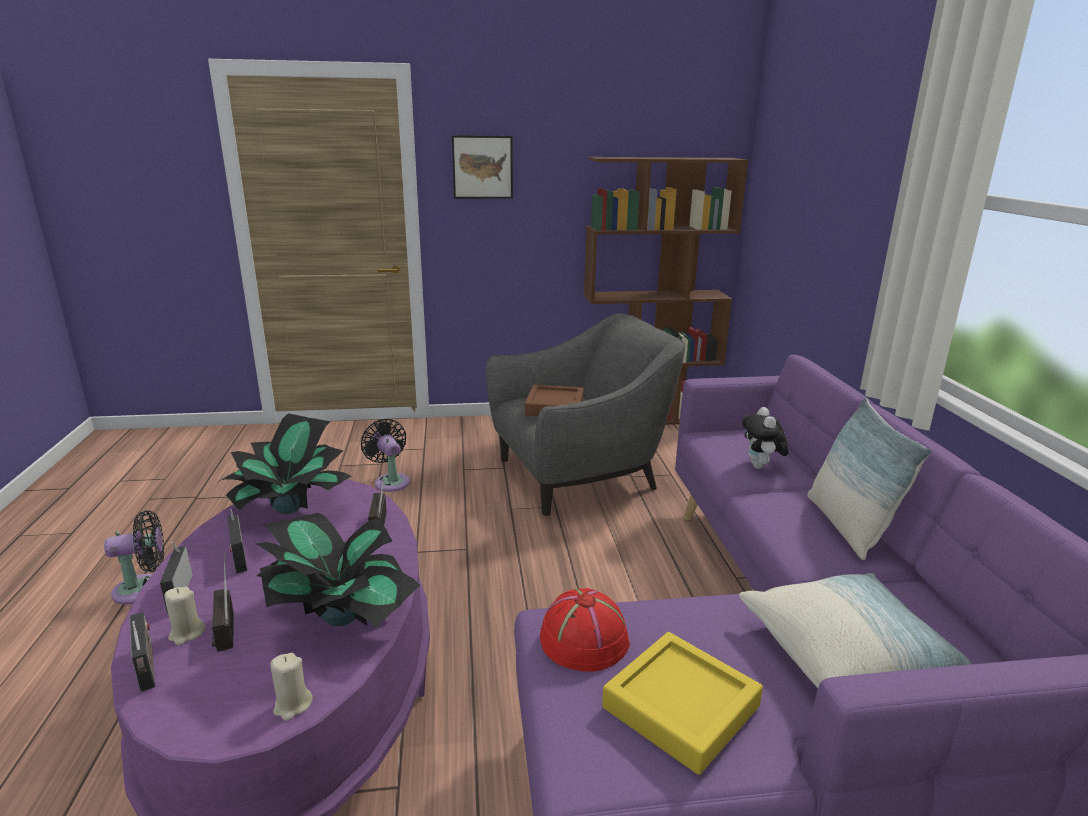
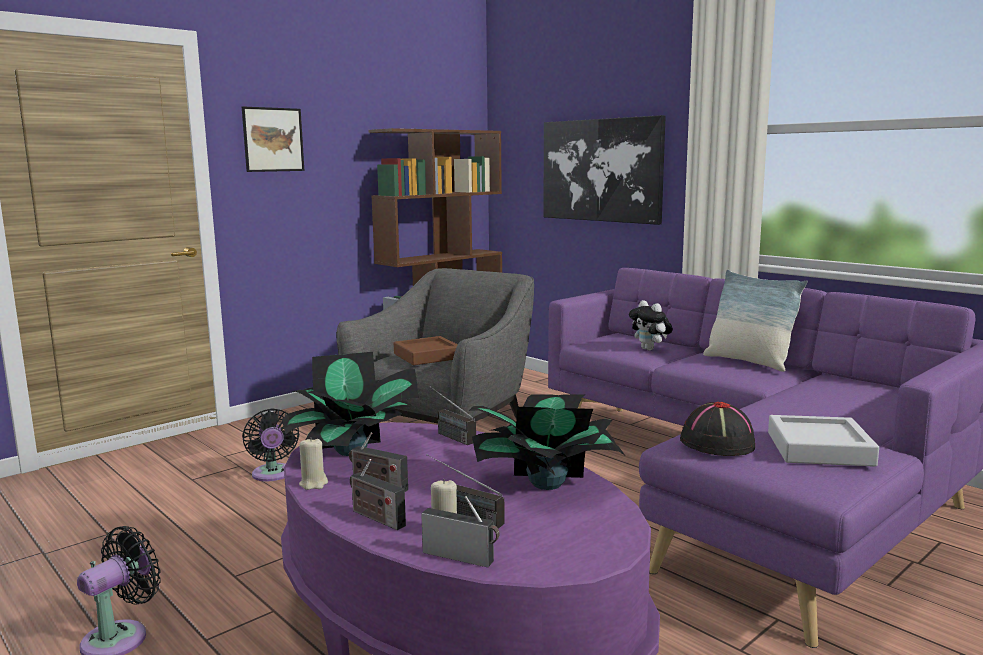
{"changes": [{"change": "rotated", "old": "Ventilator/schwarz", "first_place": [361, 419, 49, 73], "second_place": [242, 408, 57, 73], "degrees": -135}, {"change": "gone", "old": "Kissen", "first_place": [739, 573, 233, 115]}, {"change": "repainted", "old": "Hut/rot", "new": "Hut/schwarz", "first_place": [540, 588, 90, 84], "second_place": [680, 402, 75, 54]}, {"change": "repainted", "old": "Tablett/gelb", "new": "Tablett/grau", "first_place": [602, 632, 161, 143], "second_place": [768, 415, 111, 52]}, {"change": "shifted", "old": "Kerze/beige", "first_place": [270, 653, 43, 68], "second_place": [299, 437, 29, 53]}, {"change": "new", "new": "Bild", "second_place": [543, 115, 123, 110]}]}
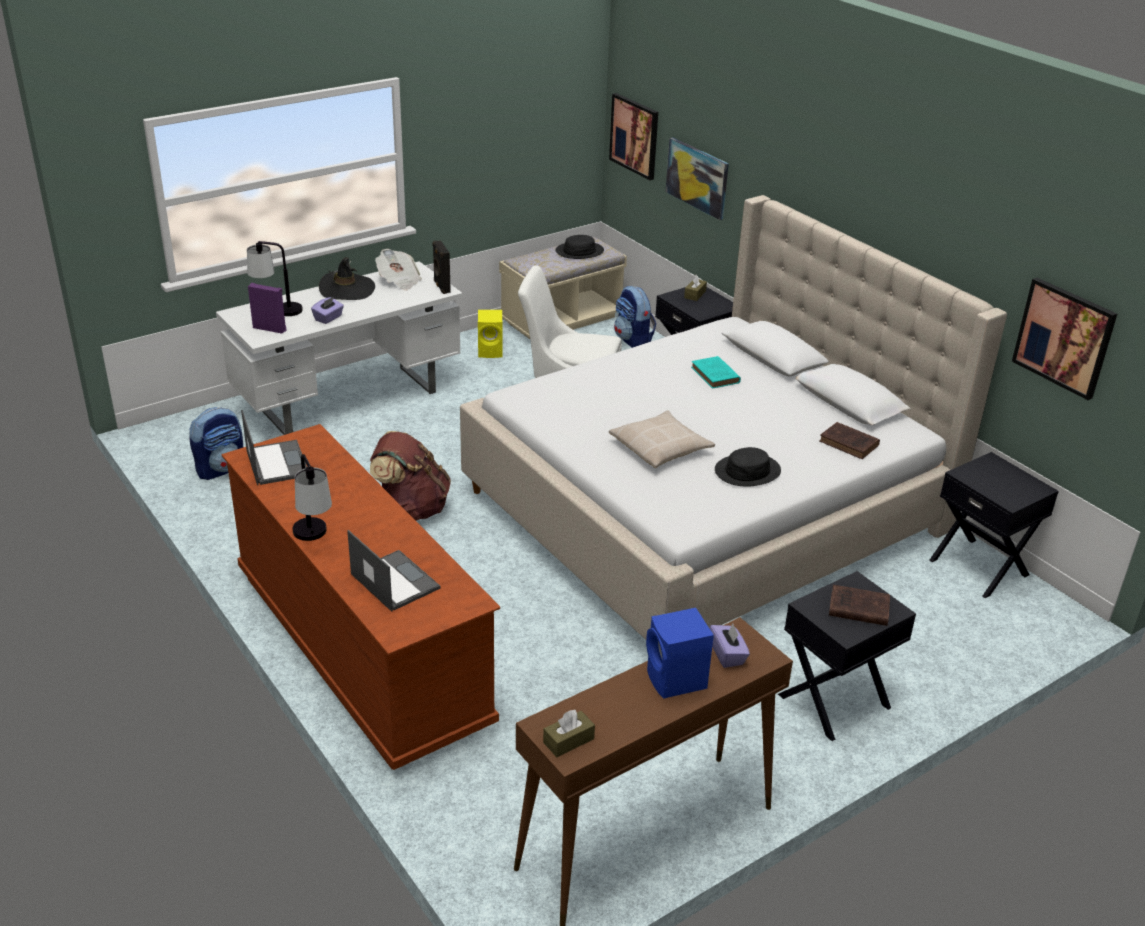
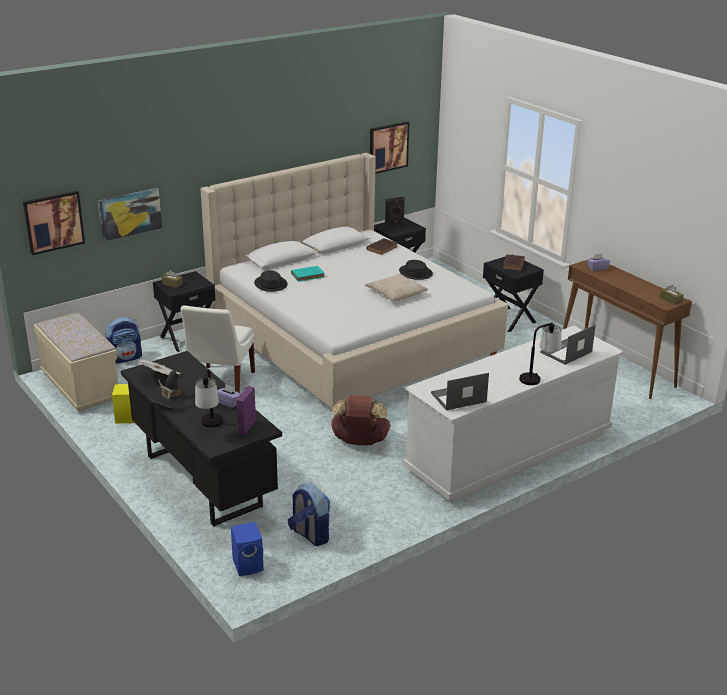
{"changes": [{"change": "shifted", "old": "Hut/schwarz", "first_place": [555, 235, 49, 24], "second_place": [254, 271, 33, 21]}, {"change": "shifted", "old": "Lautsprecher/schwarz", "first_place": [432, 241, 19, 53], "second_place": [385, 197, 20, 28]}, {"change": "repainted", "old": "Schreibtisch/weiß", "new": "Schreibtisch/schwarz", "first_place": [216, 261, 247, 174], "second_place": [121, 351, 161, 176]}, {"change": "repainted", "old": "Kommode/braun", "new": "Kommode/weiß", "first_place": [222, 424, 278, 346], "second_place": [403, 326, 221, 177]}, {"change": "shifted", "old": "Lautsprecher/blau", "first_place": [646, 608, 68, 91], "second_place": [231, 522, 33, 54]}]}
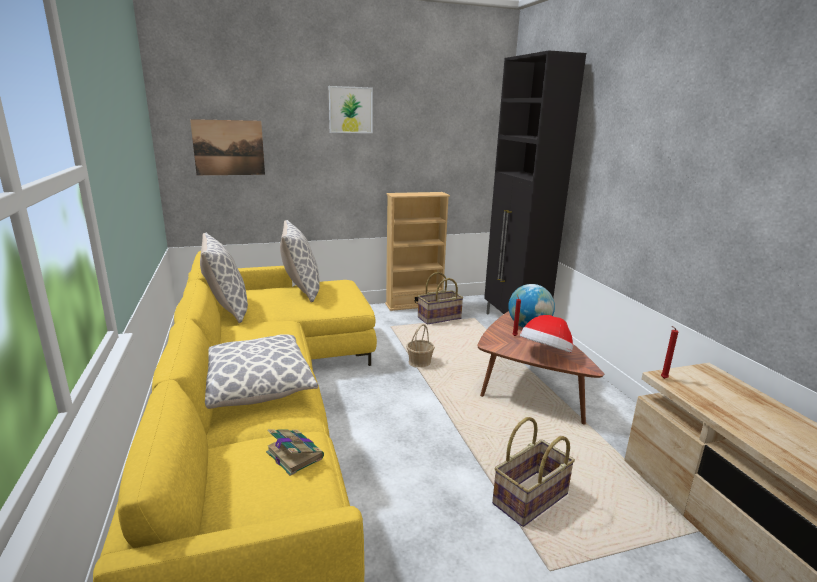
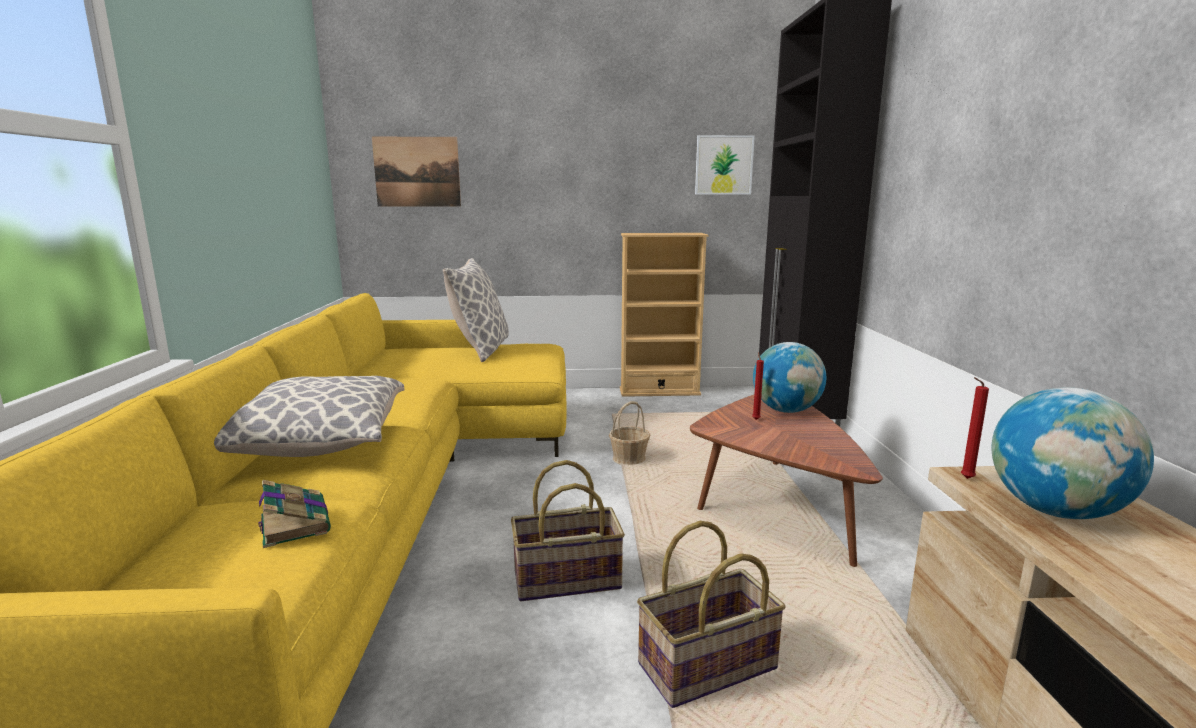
{"changes": [{"change": "shifted", "old": "Bild", "first_place": [329, 86, 44, 47], "second_place": [695, 135, 60, 59]}, {"change": "gone", "old": "Kissen", "first_place": [200, 233, 48, 90]}, {"change": "shifted", "old": "Korb", "first_place": [418, 272, 45, 53], "second_place": [511, 460, 114, 141]}, {"change": "gone", "old": "Hut", "first_place": [520, 315, 53, 38]}, {"change": "new", "new": "Globus", "second_place": [991, 388, 163, 131]}]}
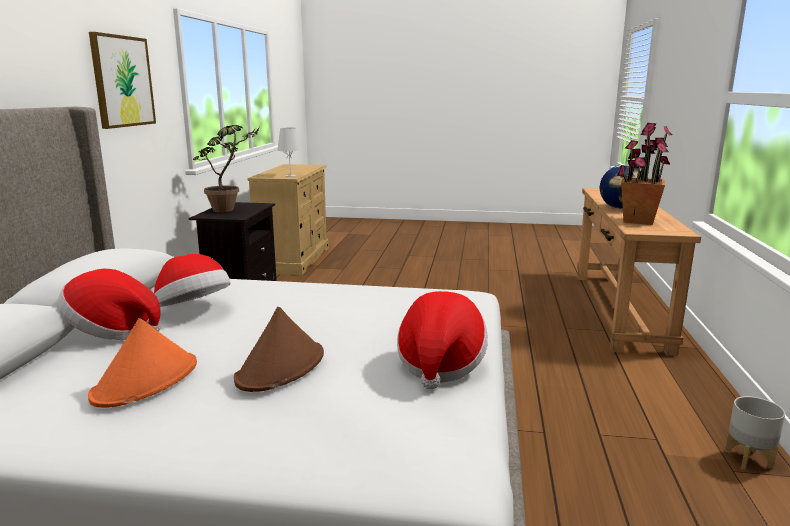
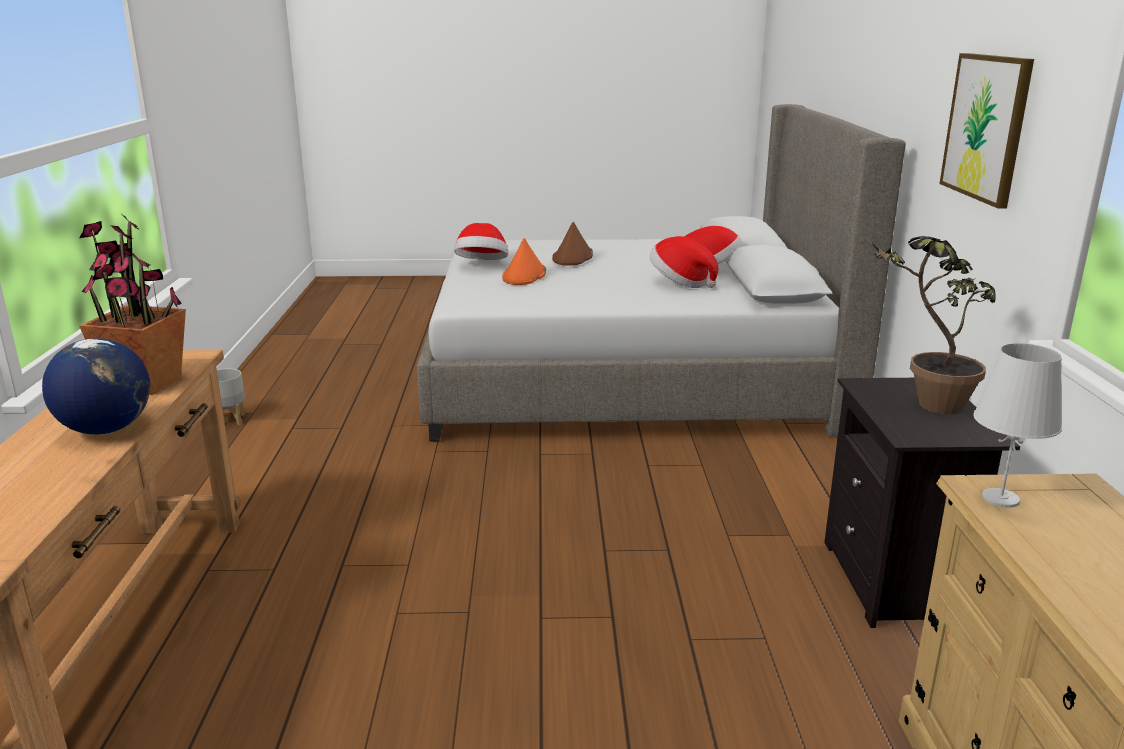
{"changes": [{"change": "shifted", "old": "Hut/orange", "first_place": [88, 318, 109, 90], "second_place": [502, 238, 44, 47]}]}
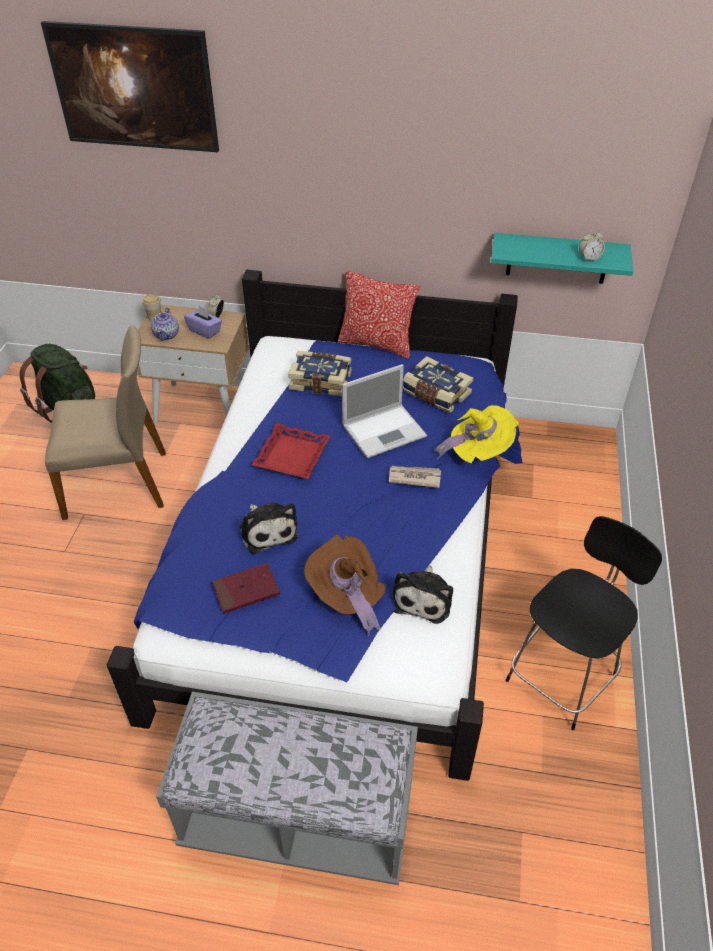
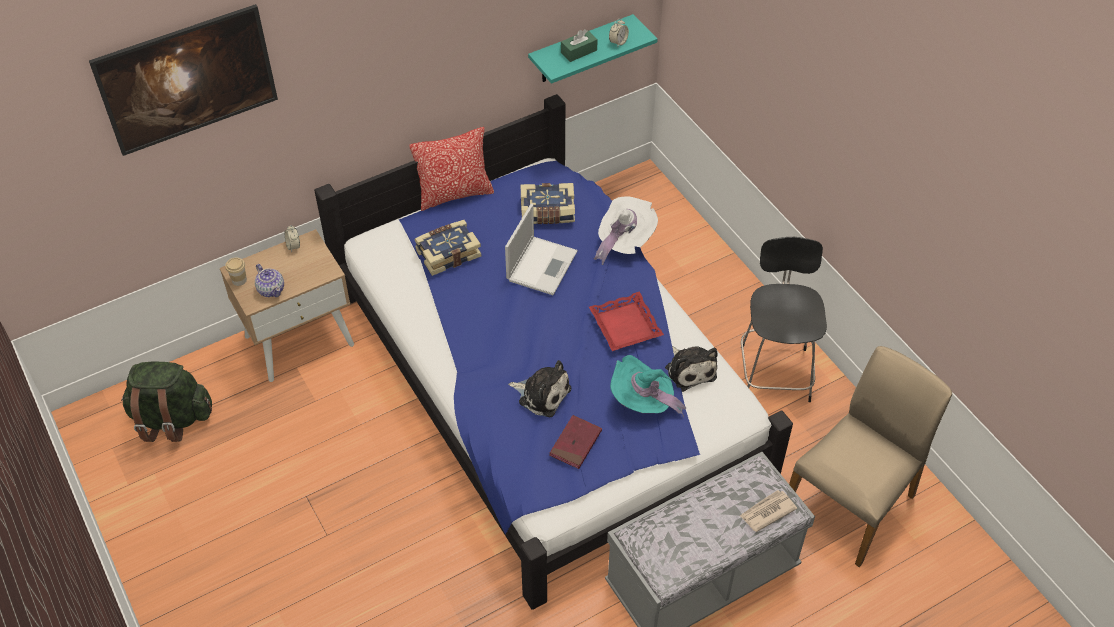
{"changes": [{"change": "gone", "old": "Taschentuchbox/lila", "first_place": [184, 306, 38, 33]}, {"change": "shifted", "old": "Stuhl/beige", "first_place": [45, 325, 121, 195], "second_place": [789, 346, 163, 221]}, {"change": "repainted", "old": "Hut/gelb", "new": "Hut/weiß", "first_place": [435, 405, 84, 58], "second_place": [594, 196, 64, 69]}, {"change": "shifted", "old": "Tablett/rot", "first_place": [252, 423, 78, 56], "second_place": [589, 292, 75, 59]}, {"change": "shifted", "old": "Zeitung", "first_place": [389, 466, 52, 22], "second_place": [740, 490, 57, 42]}, {"change": "repainted", "old": "Hut/braun", "new": "Hut/türkis", "first_place": [304, 534, 82, 102], "second_place": [610, 355, 76, 63]}, {"change": "new", "new": "Taschentuchbox/grün", "second_place": [561, 29, 37, 33]}]}
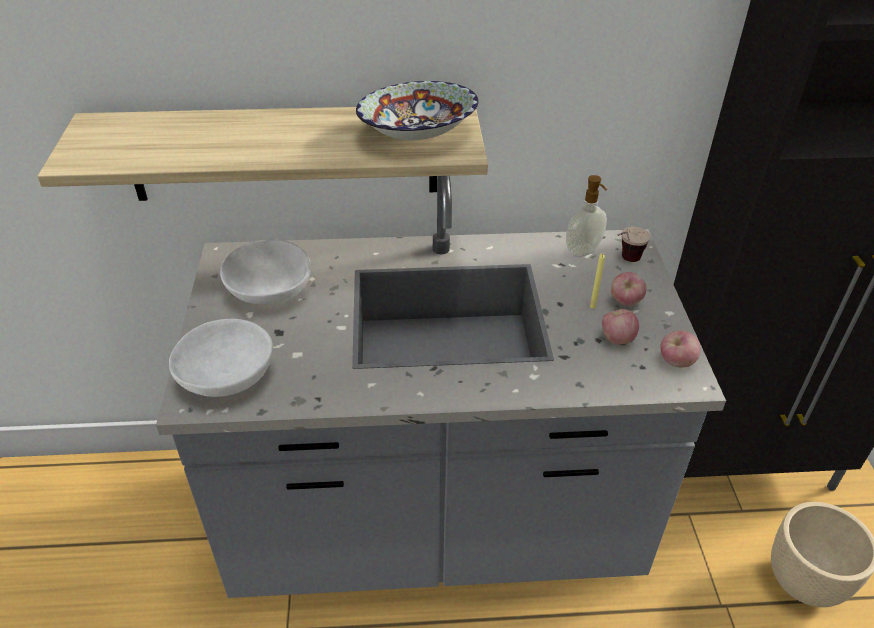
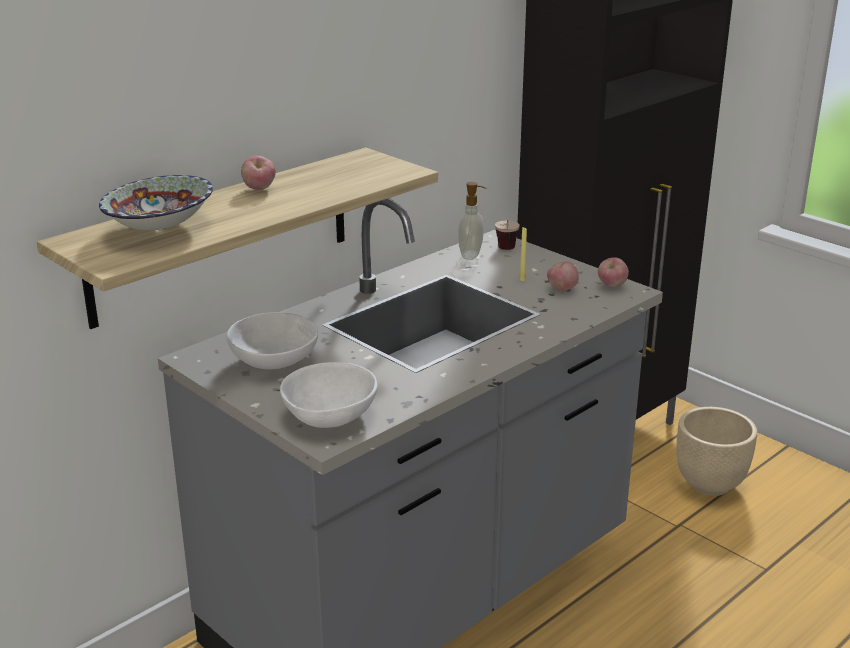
{"changes": [{"change": "shifted", "old": "Schüssel", "first_place": [356, 81, 122, 59], "second_place": [99, 175, 114, 55]}, {"change": "shifted", "old": "Apfel", "first_place": [611, 272, 35, 34], "second_place": [241, 156, 35, 34]}]}
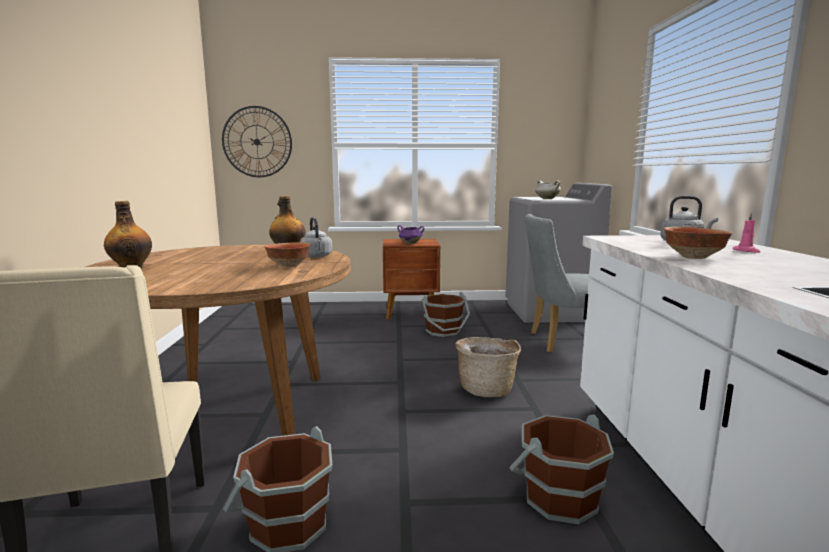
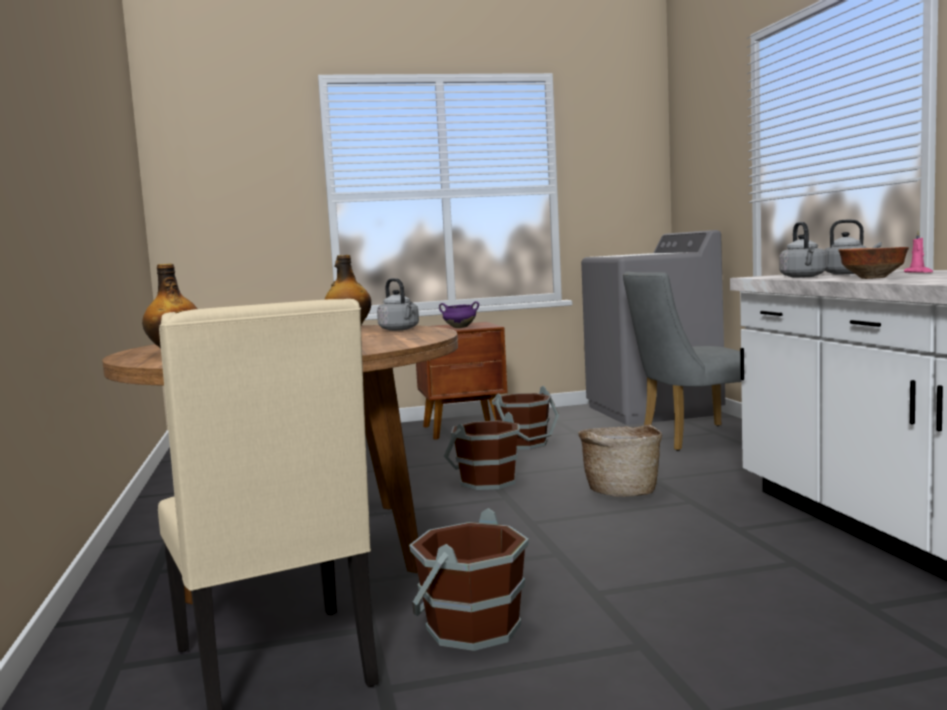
{"changes": [{"change": "gone", "old": "Wanduhr", "first_place": [222, 106, 70, 71]}, {"change": "gone", "old": "Kochtopf/weiß", "first_place": [535, 180, 26, 19]}, {"change": "gone", "old": "Schüssel", "first_place": [265, 242, 46, 25]}, {"change": "shifted", "old": "Eimer/braun", "first_place": [509, 415, 105, 109], "second_place": [444, 412, 76, 78]}, {"change": "new", "new": "Wasserkessel/grau", "second_place": [779, 222, 48, 56]}]}
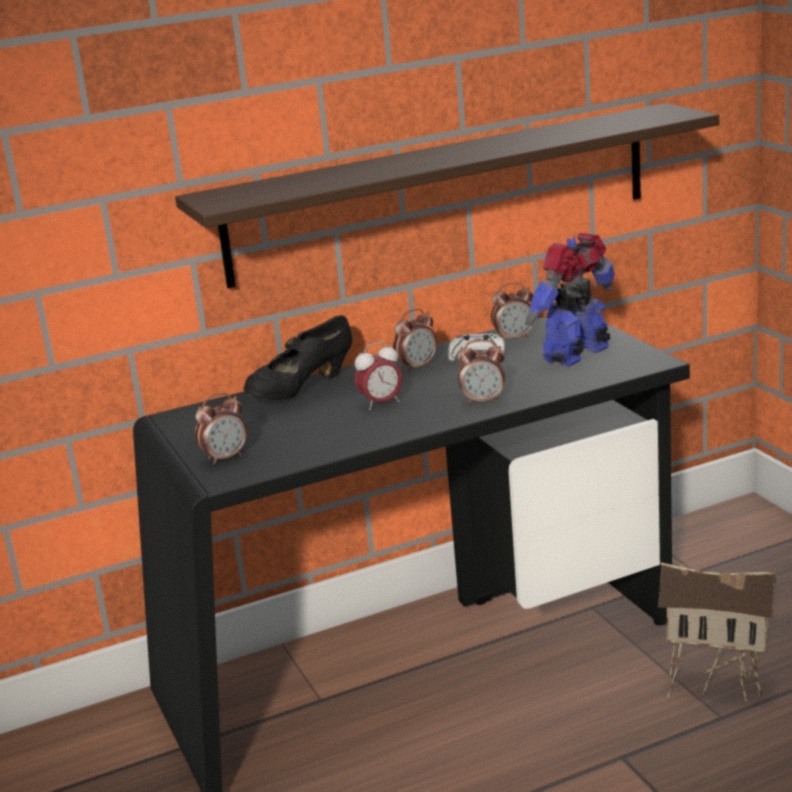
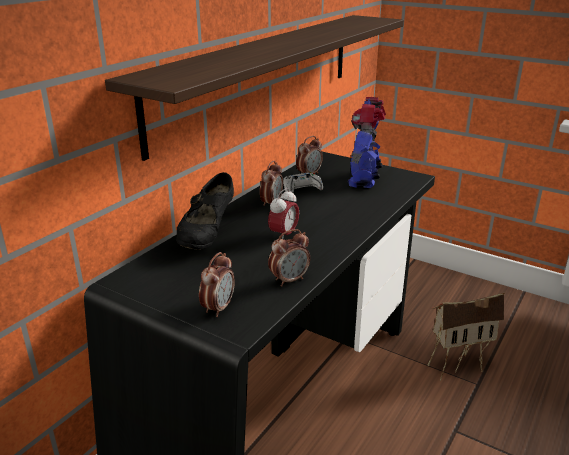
{"changes": [{"change": "shifted", "old": "Wecker", "first_place": [458, 340, 47, 64], "second_place": [268, 229, 42, 58]}]}
